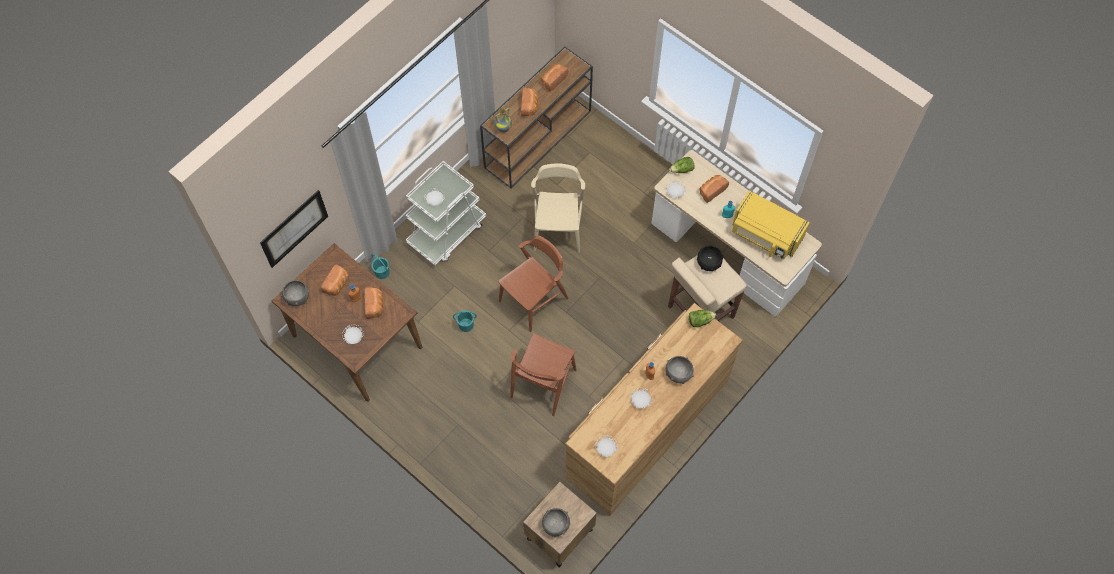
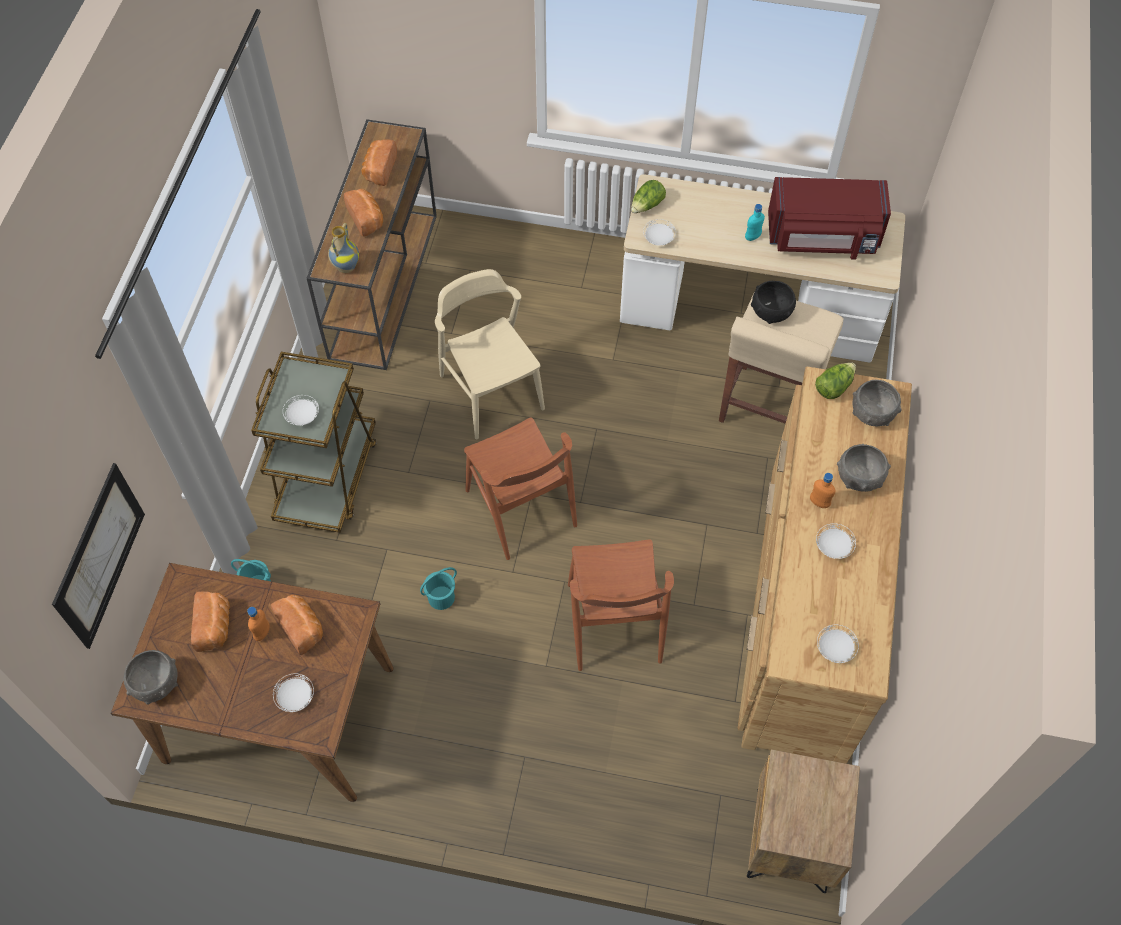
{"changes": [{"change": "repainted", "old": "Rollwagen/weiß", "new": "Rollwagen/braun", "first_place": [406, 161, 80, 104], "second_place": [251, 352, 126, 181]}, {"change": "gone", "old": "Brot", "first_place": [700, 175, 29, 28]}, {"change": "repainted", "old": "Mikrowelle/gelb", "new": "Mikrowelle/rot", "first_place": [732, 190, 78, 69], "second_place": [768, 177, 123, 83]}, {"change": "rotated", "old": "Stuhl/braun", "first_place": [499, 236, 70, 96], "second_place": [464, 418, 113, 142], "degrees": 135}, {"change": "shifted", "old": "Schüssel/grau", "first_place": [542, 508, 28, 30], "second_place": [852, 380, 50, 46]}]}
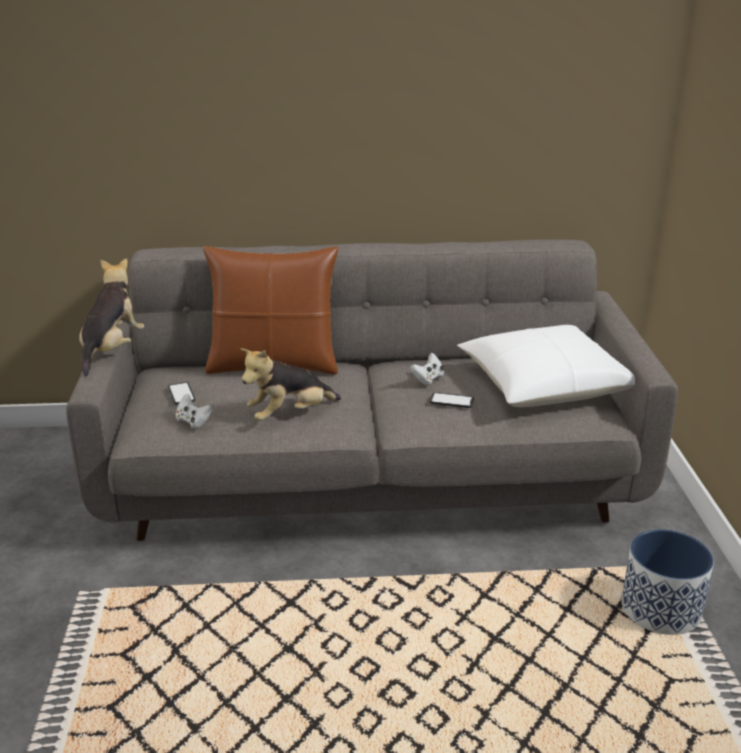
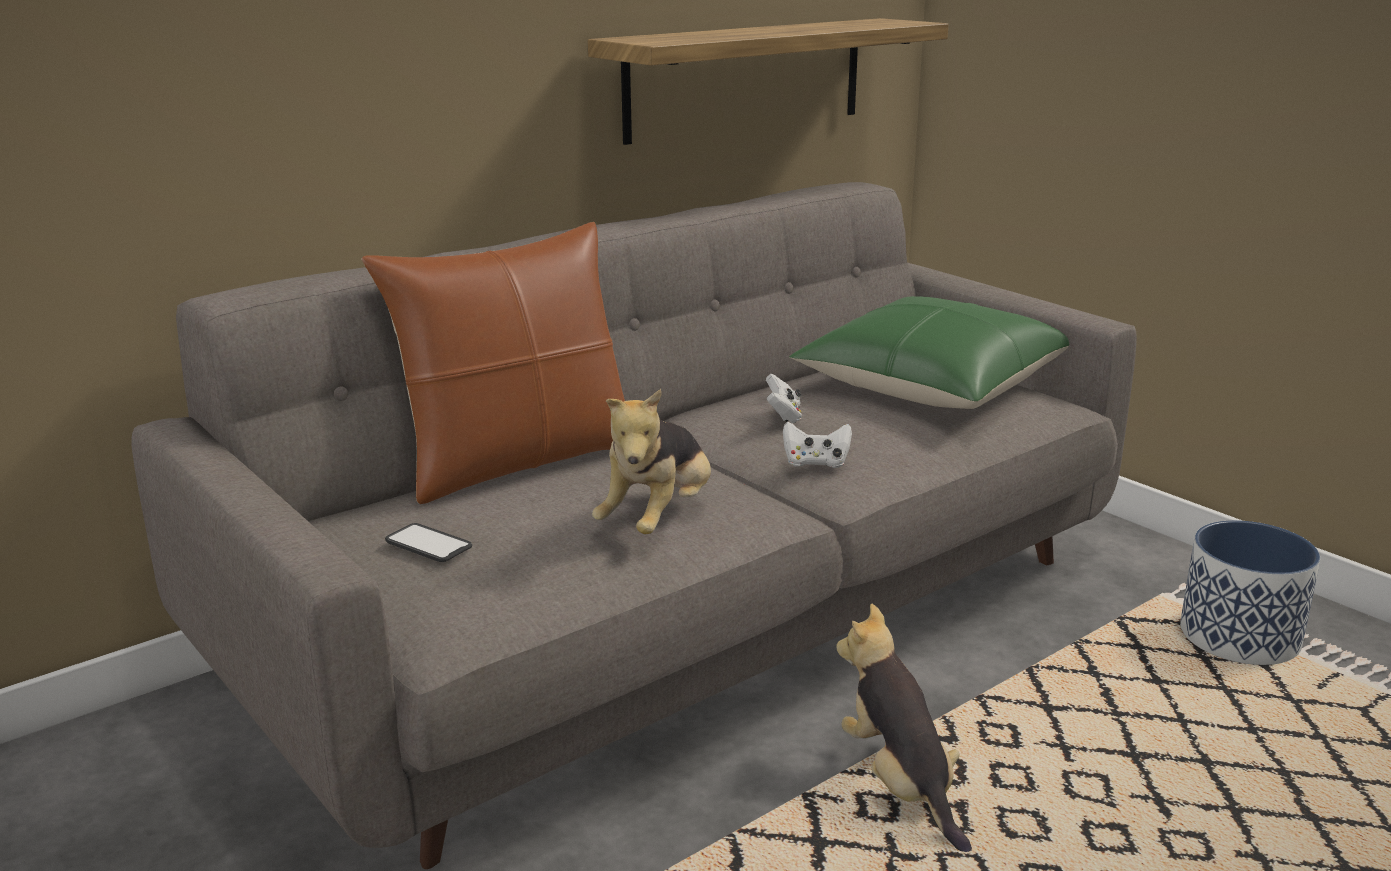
{"changes": [{"change": "shifted", "old": "Plüschtier", "first_place": [79, 258, 66, 118], "second_place": [836, 604, 136, 248]}, {"change": "repainted", "old": "Kissen/weiß", "new": "Kissen/grün", "first_place": [457, 325, 178, 82], "second_place": [789, 296, 280, 113]}, {"change": "gone", "old": "Handy", "first_place": [430, 392, 44, 16]}, {"change": "shifted", "old": "Gamepad/weiß", "first_place": [175, 394, 38, 34], "second_place": [783, 422, 69, 46]}, {"change": "new", "new": "Wandregal", "second_place": [588, 18, 361, 127]}]}
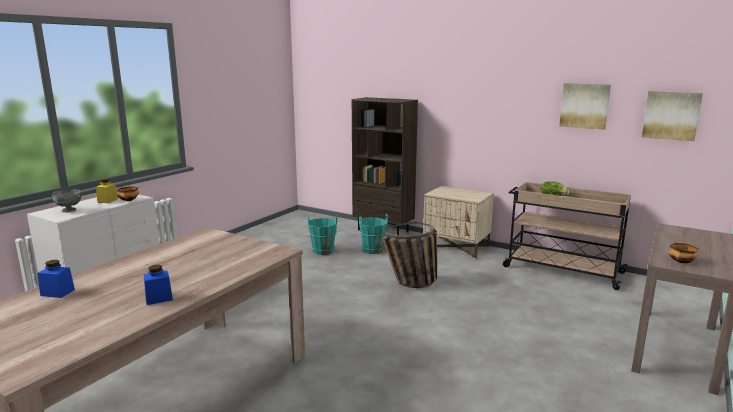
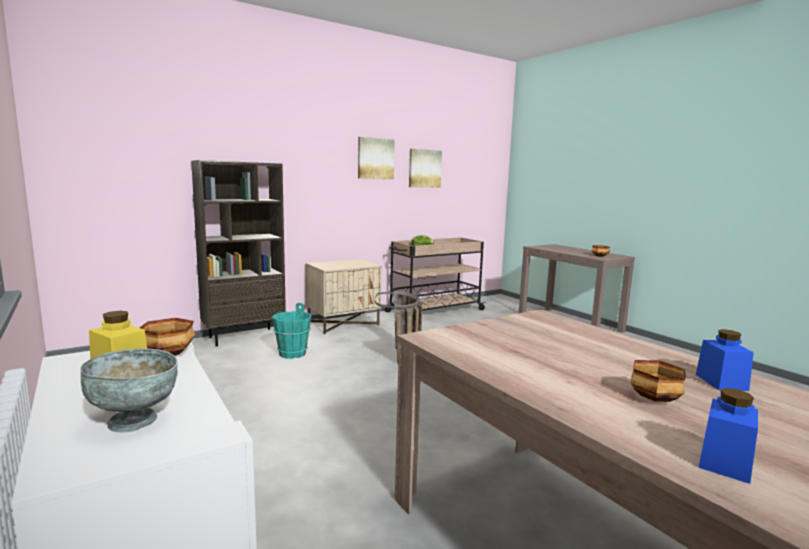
{"changes": [{"change": "shifted", "old": "Bild", "first_place": [642, 91, 61, 50], "second_place": [358, 137, 37, 42]}, {"change": "gone", "old": "Eimer/türkis", "first_place": [308, 215, 29, 40]}, {"change": "new", "new": "Schüssel", "second_place": [631, 360, 55, 42]}]}
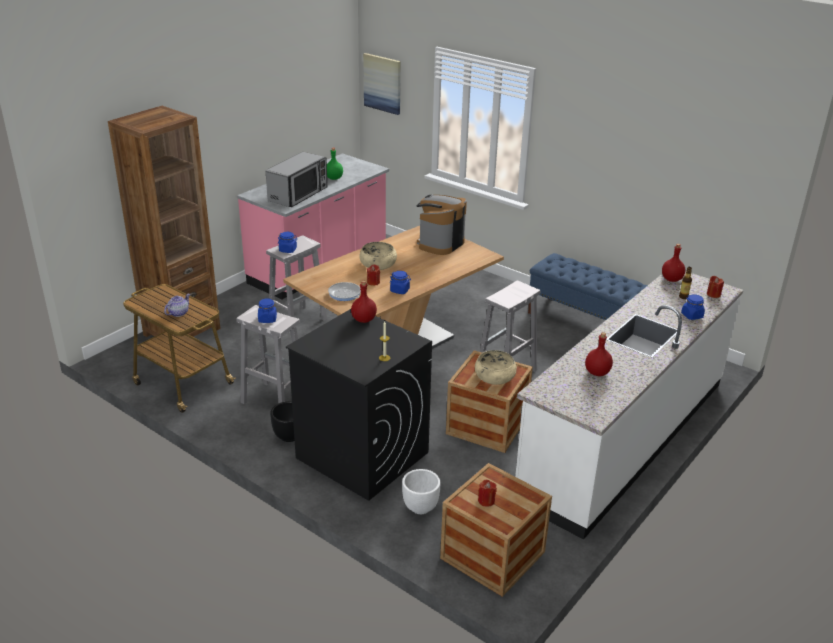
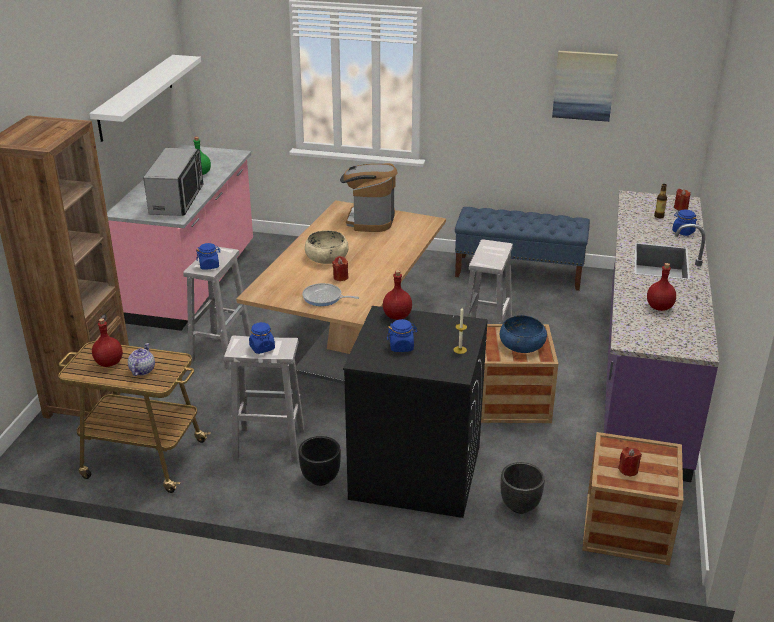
{"changes": [{"change": "shifted", "old": "Bild", "first_place": [363, 53, 38, 62], "second_place": [552, 51, 66, 71]}, {"change": "shifted", "old": "Flasche/rot", "first_place": [662, 244, 23, 38], "second_place": [92, 318, 31, 49]}, {"change": "shifted", "old": "Vorratsglas/blau", "first_place": [390, 271, 21, 23], "second_place": [387, 319, 30, 33]}, {"change": "repainted", "old": "Küchenzeile/weiß", "new": "Küchenzeile/lila", "first_place": [515, 271, 229, 269], "second_place": [604, 190, 115, 292]}, {"change": "repainted", "old": "Schüssel/beige", "new": "Schüssel/blau", "first_place": [475, 350, 42, 35], "second_place": [500, 315, 47, 38]}, {"change": "repainted", "old": "Pflanzkübel/weiß", "new": "Pflanzkübel/schwarz", "first_place": [402, 469, 38, 45], "second_place": [500, 462, 45, 52]}, {"change": "new", "new": "Wandregal/weiß", "second_place": [89, 55, 112, 87]}]}
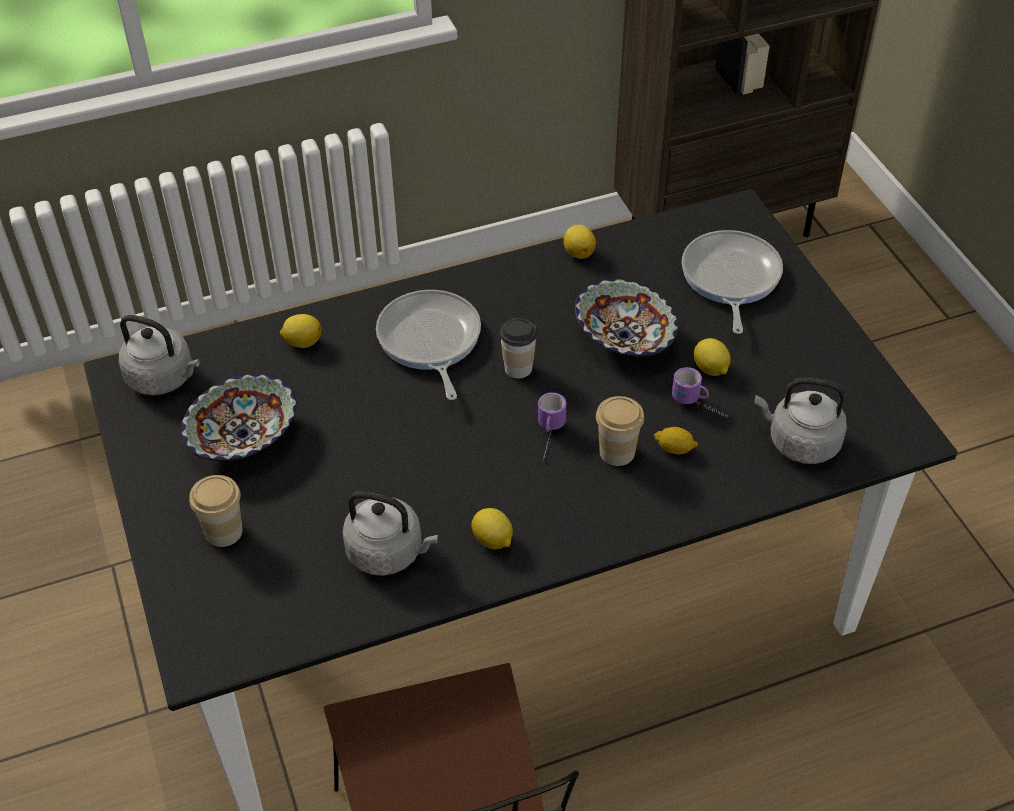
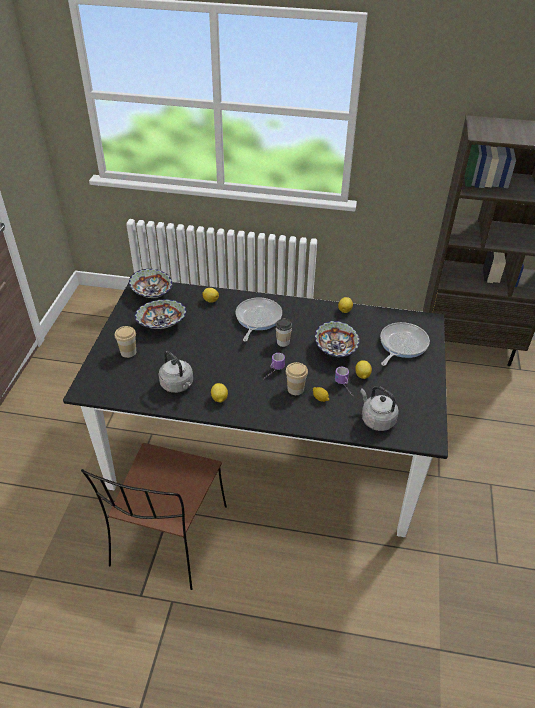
{"changes": [{"change": "swapped", "old": "Wasserkessel/grau", "new": "Schüssel", "first_place": [119, 315, 81, 80], "second_place": [129, 269, 44, 29]}]}
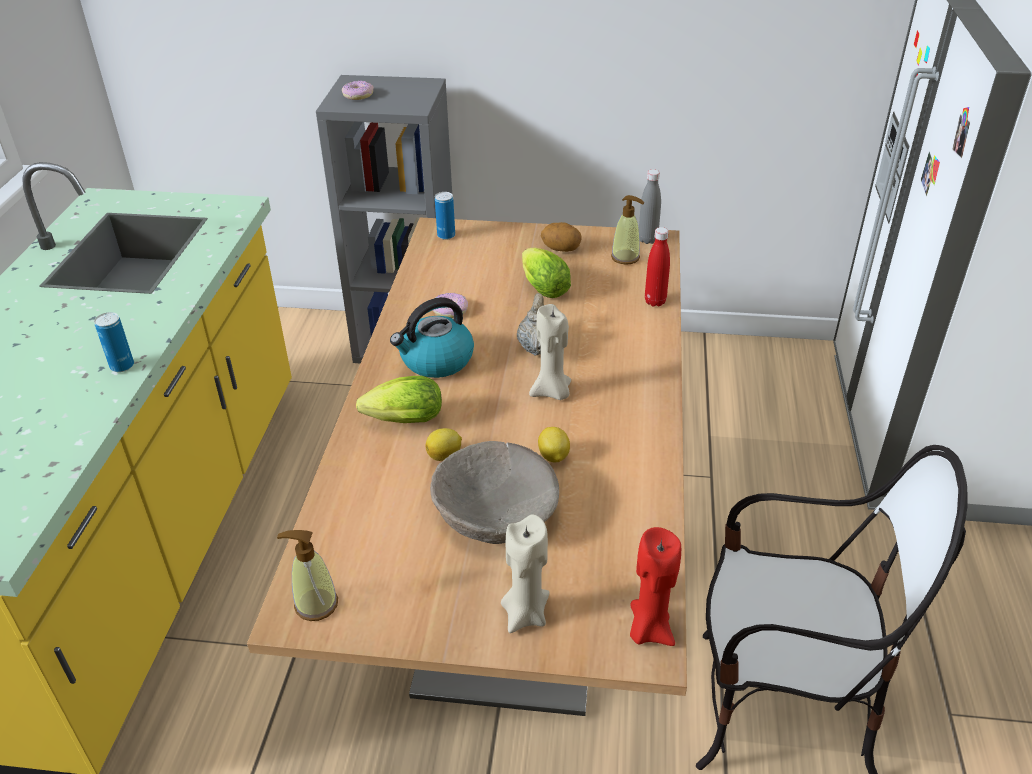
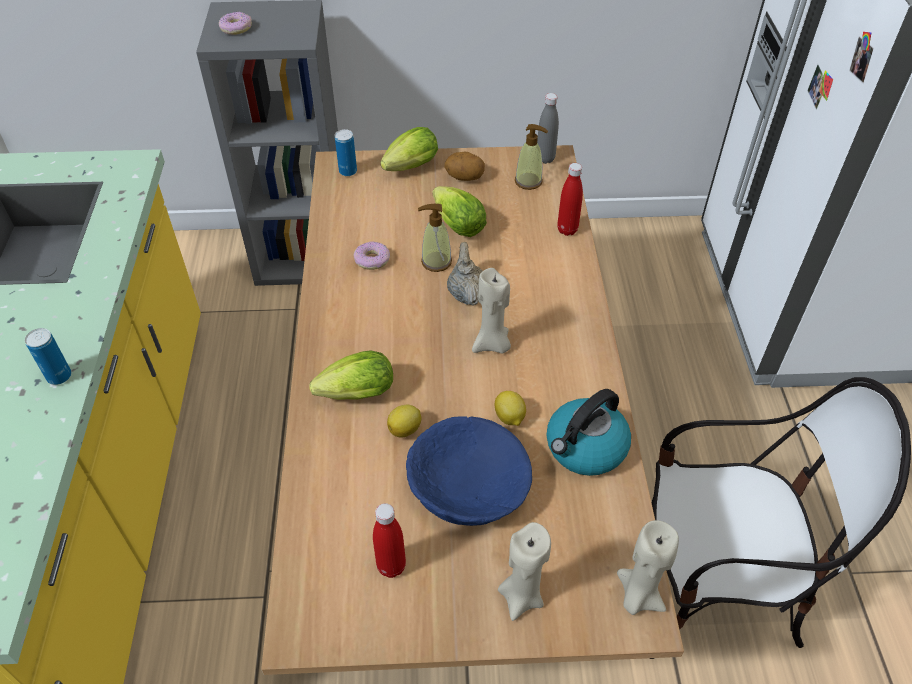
{"changes": [{"change": "shifted", "old": "Wasserkessel", "first_place": [390, 297, 84, 81], "second_place": [547, 389, 84, 87]}, {"change": "repainted", "old": "Schüssel/beige", "new": "Schüssel/blau", "first_place": [430, 441, 129, 103], "second_place": [406, 416, 126, 110]}, {"change": "repainted", "old": "Kerze/rot", "new": "Kerze/beige", "first_place": [630, 527, 51, 119], "second_place": [617, 520, 62, 95]}, {"change": "shifted", "old": "Seifenspender", "first_place": [277, 530, 61, 91], "second_place": [418, 204, 34, 68]}, {"change": "new", "new": "Salatkopf", "second_place": [380, 127, 58, 44]}, {"change": "new", "new": "Flasche/rot", "second_place": [373, 503, 33, 75]}]}
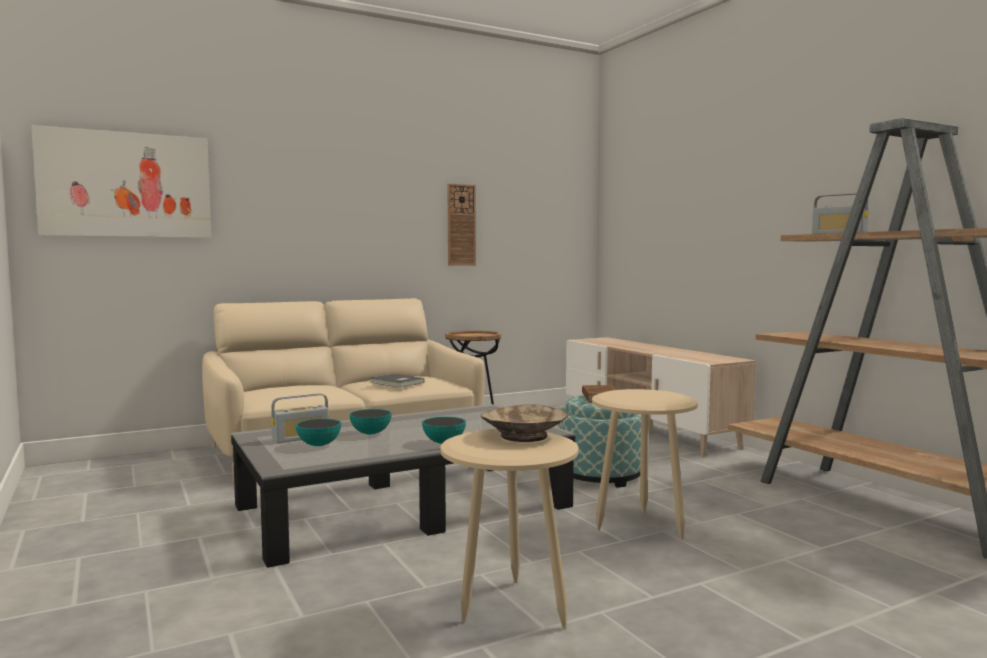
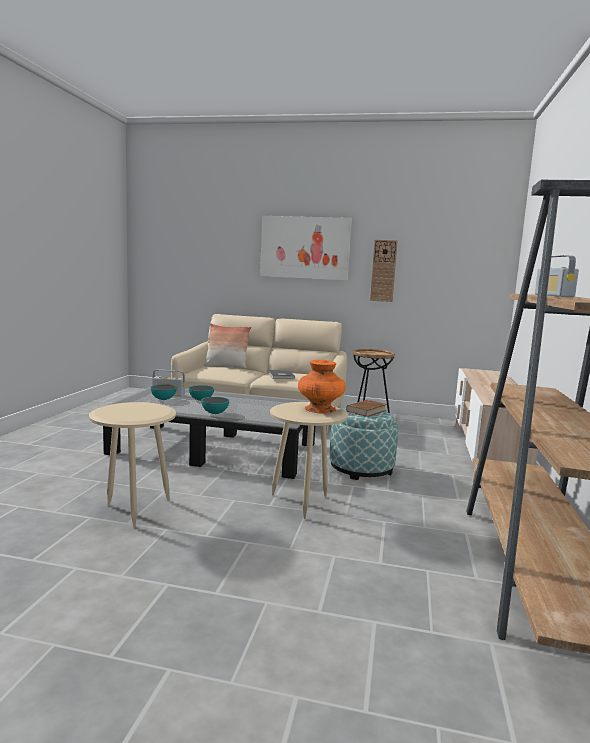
{"changes": [{"change": "shifted", "old": "Bild", "first_place": [32, 125, 179, 113], "second_place": [260, 216, 92, 64]}, {"change": "gone", "old": "Schüssel/beige", "first_place": [481, 404, 87, 38]}, {"change": "new", "new": "Kissen", "second_place": [204, 323, 47, 46]}, {"change": "new", "new": "Vase/orange", "second_place": [298, 360, 48, 54]}]}
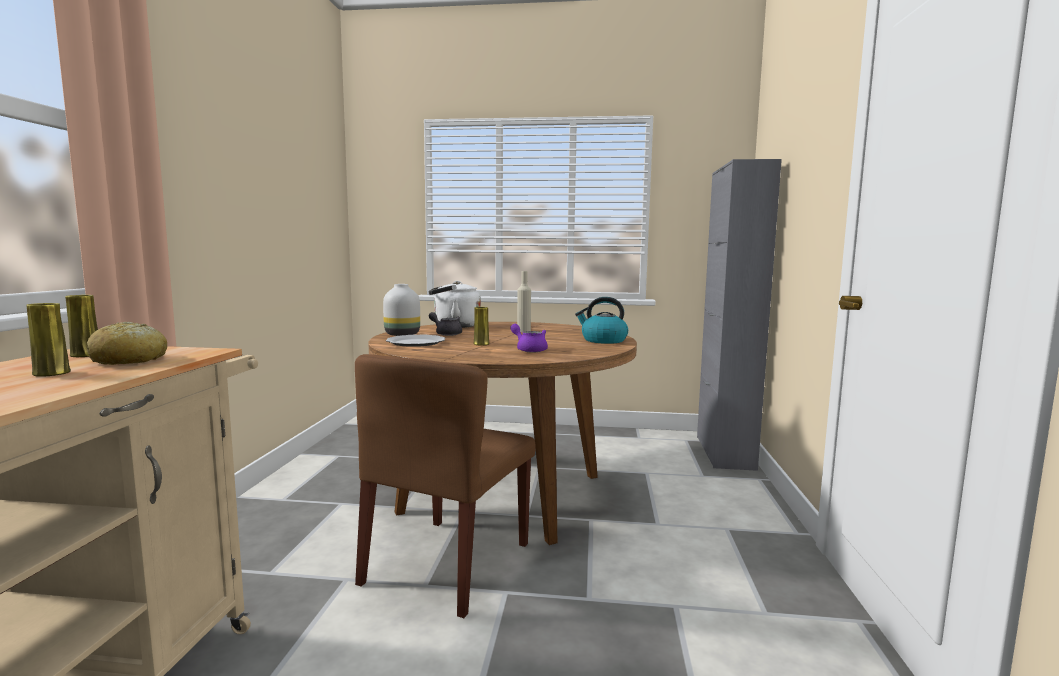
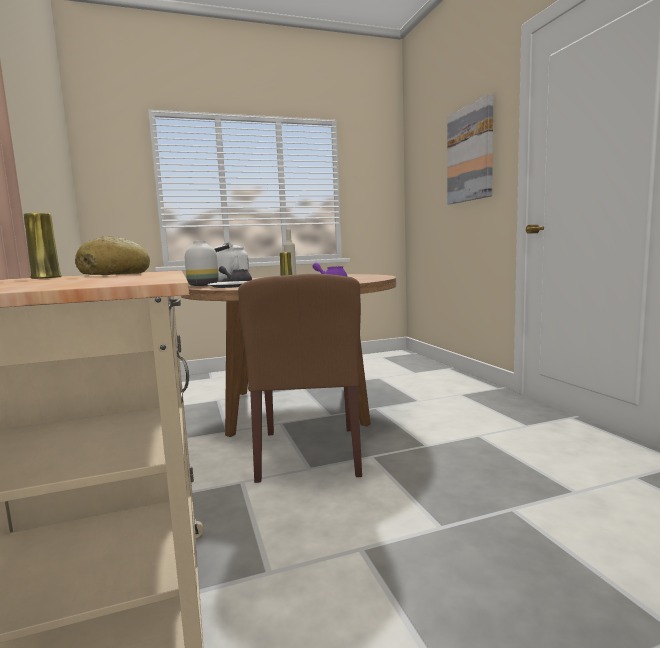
{"changes": [{"change": "gone", "old": "Schrank/grau", "first_place": [697, 159, 85, 312]}, {"change": "gone", "old": "Wasserkessel", "first_place": [575, 297, 53, 47]}, {"change": "gone", "old": "Vase/gelb", "first_place": [26, 303, 45, 74]}, {"change": "new", "new": "Bild", "second_place": [447, 95, 46, 109]}]}
